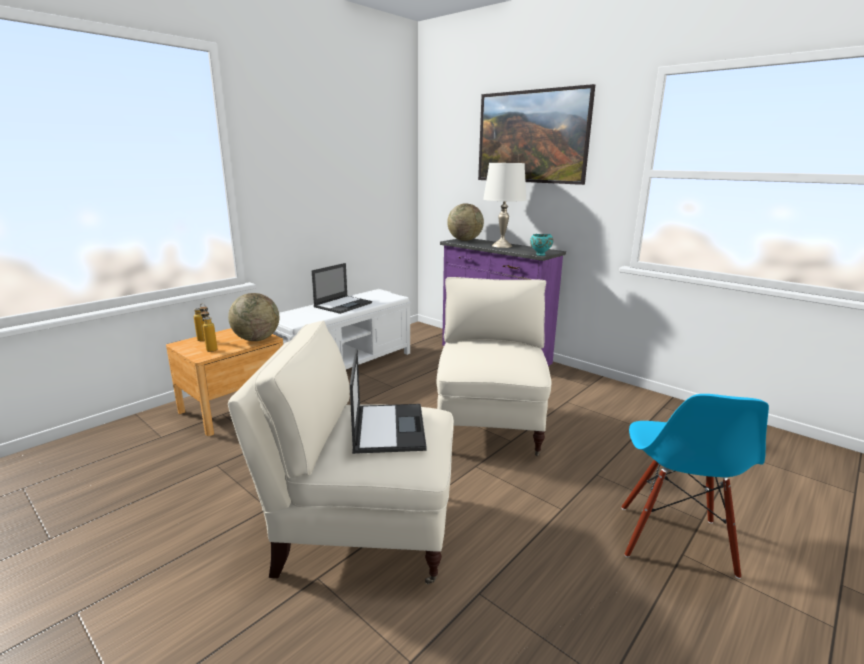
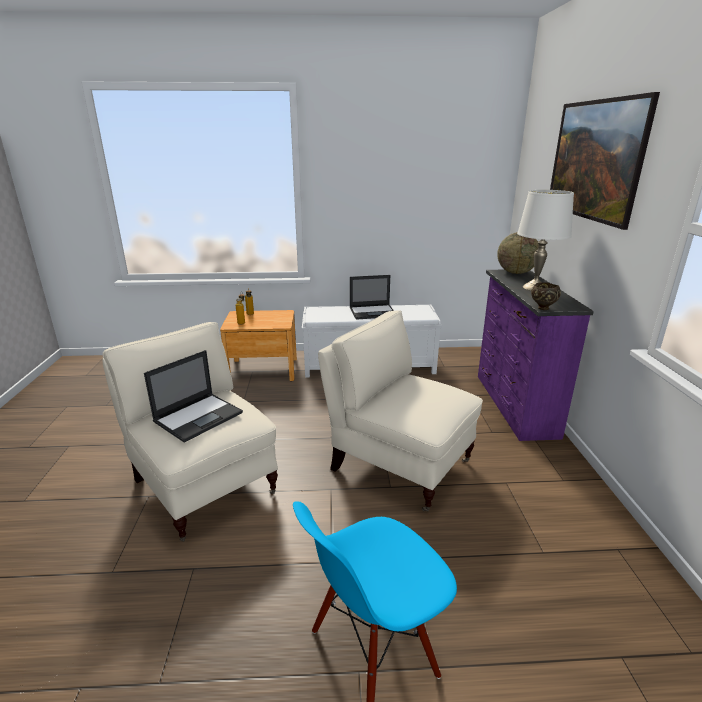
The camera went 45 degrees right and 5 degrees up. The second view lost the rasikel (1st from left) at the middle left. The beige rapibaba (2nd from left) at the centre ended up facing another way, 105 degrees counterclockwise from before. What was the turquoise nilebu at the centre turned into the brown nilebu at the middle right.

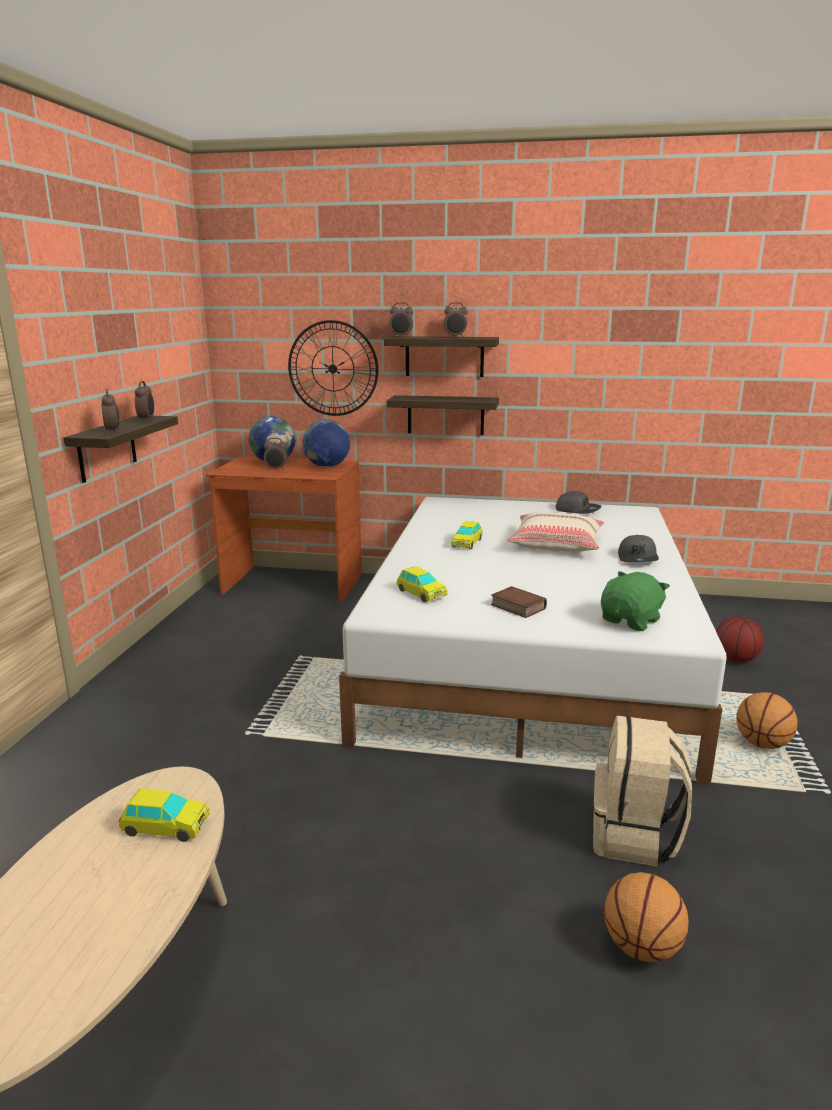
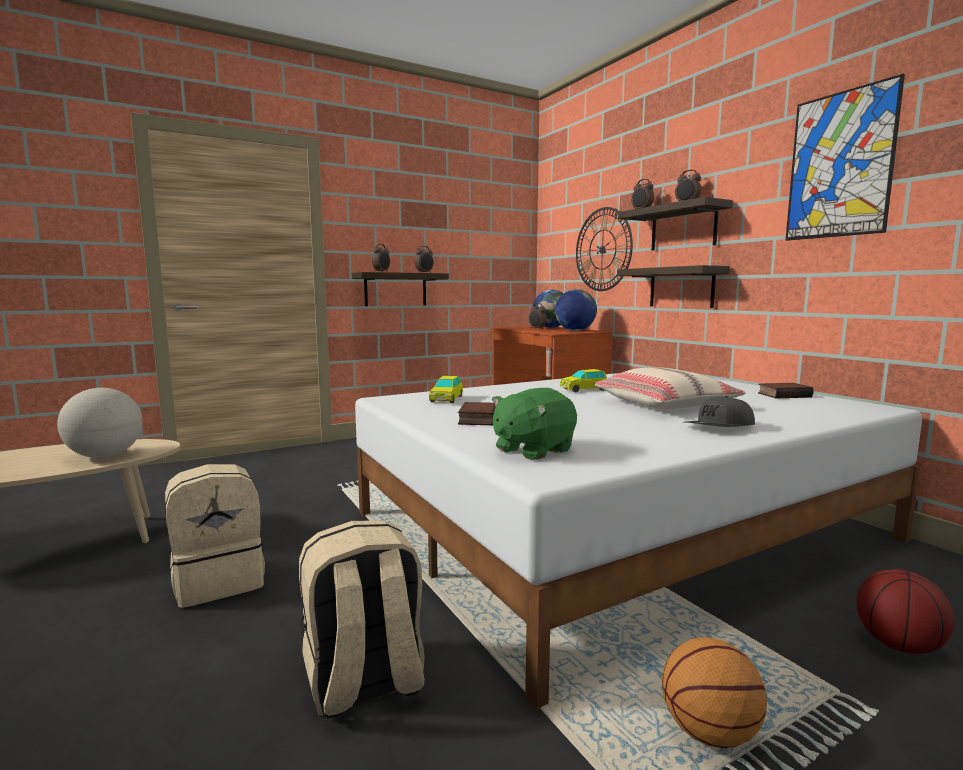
The camera went 50 degrees right and 10 degrees down. Where the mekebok (1st from left) stood at the bottom left, the rasikel (1st from left) came to stand at the middle left. Where the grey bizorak (1st from left) stood at the middle right, the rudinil (2nd from left) came to stand at the middle right. The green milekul at the middle right ended up facing another way, 135 degrees clockwise from before. The second view lost the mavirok (1st from left) at the bottom right. The second view gained the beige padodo (1st from left) at the bottom left. The second view gained the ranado at the top right.

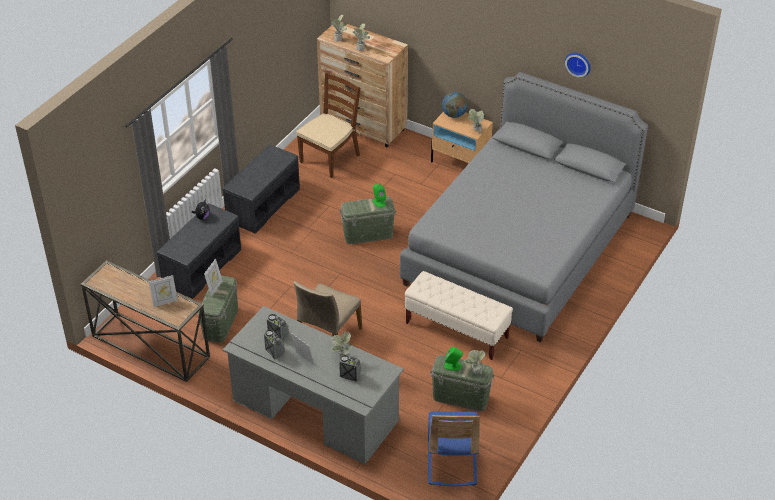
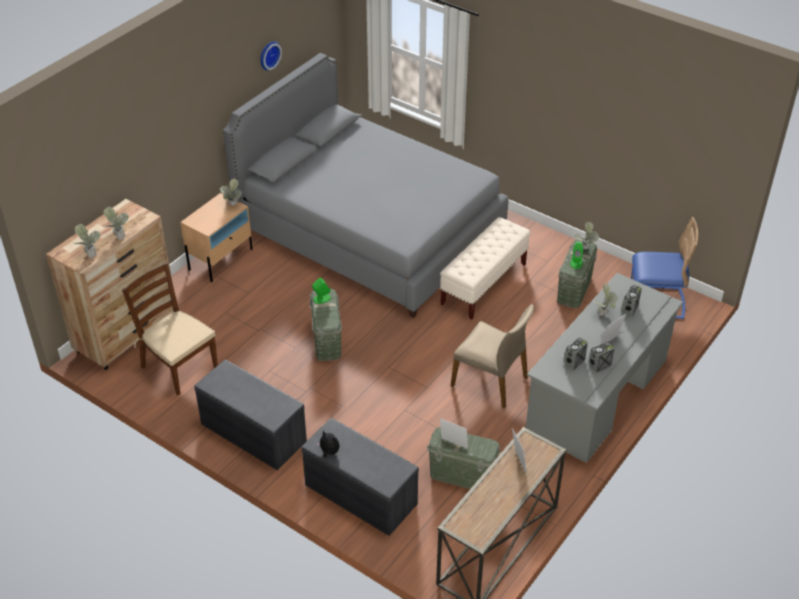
The camera went 85 degrees left and 0 degrees up. The second view lost the rasikel at the top centre.

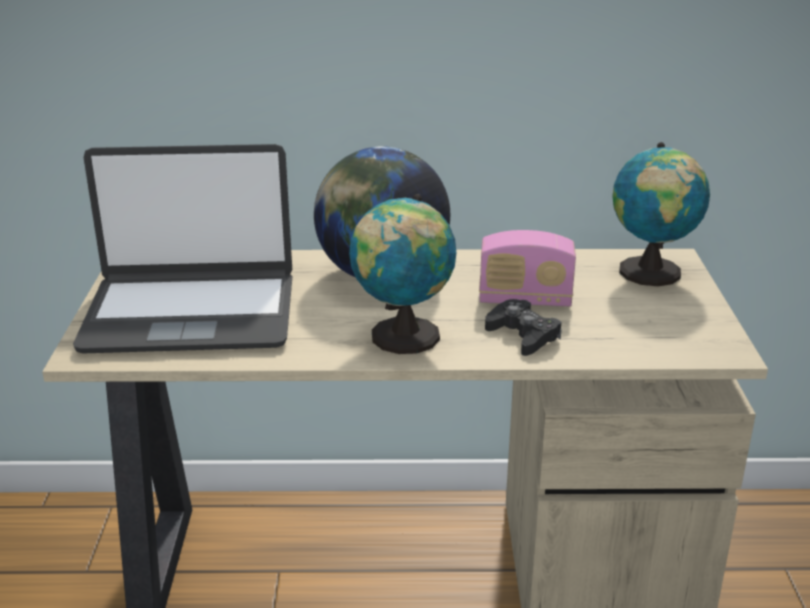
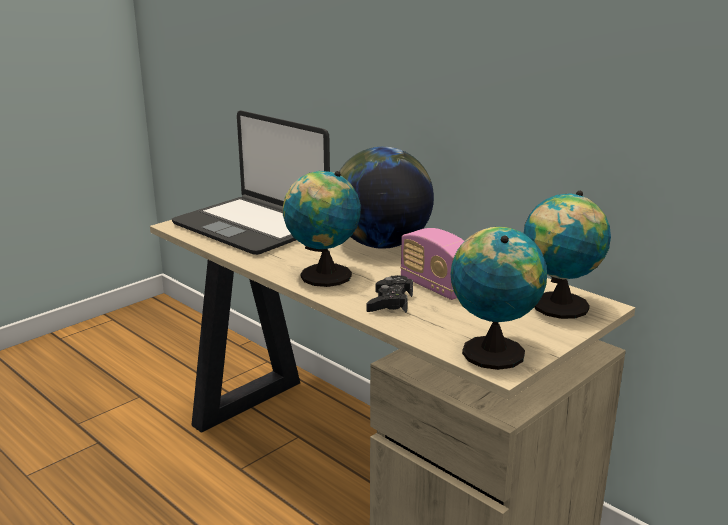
The camera went 45 degrees right and 5 degrees down. The second view gained the rasikel (3rd from left) at the middle right.

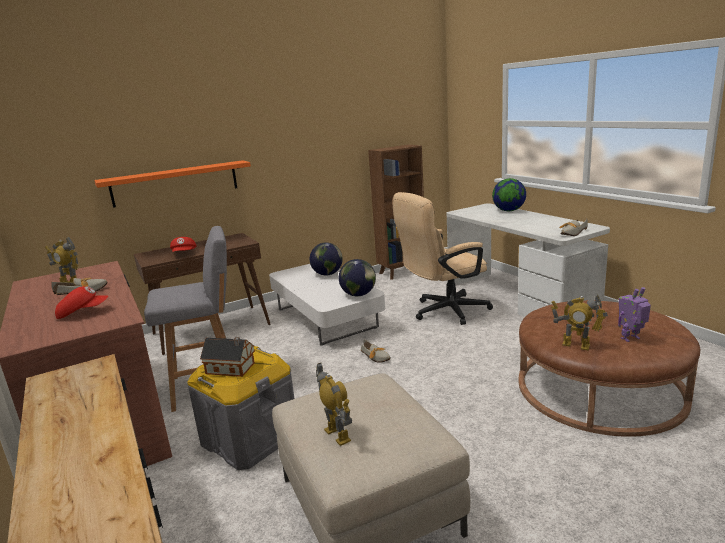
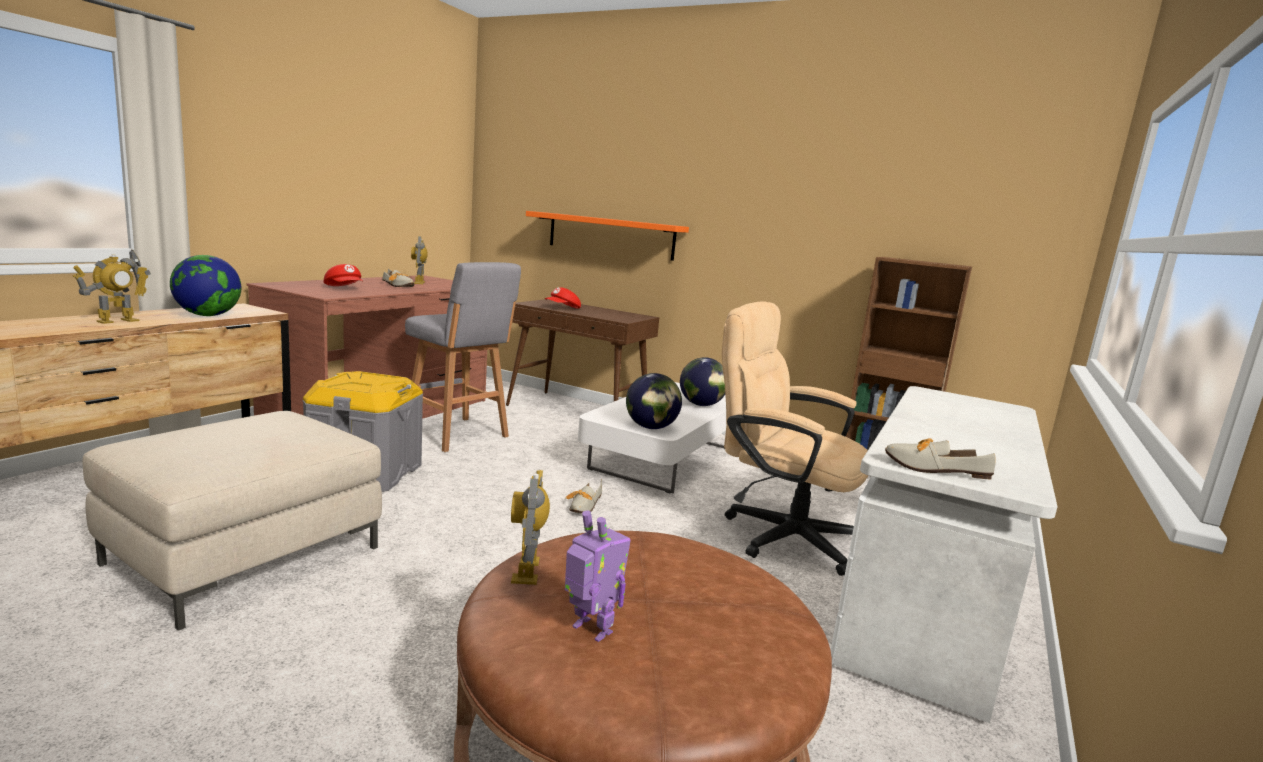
The camera went 55 degrees right and 5 degrees down. The second view lost the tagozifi at the middle left. The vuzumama (2nd from left in the first image) ended up elsewhere, having gone from the bottom centre to the middle left. The rasikel (3rd from left in the first image) ended up elsewhere, having gone from the middle right to the middle left.

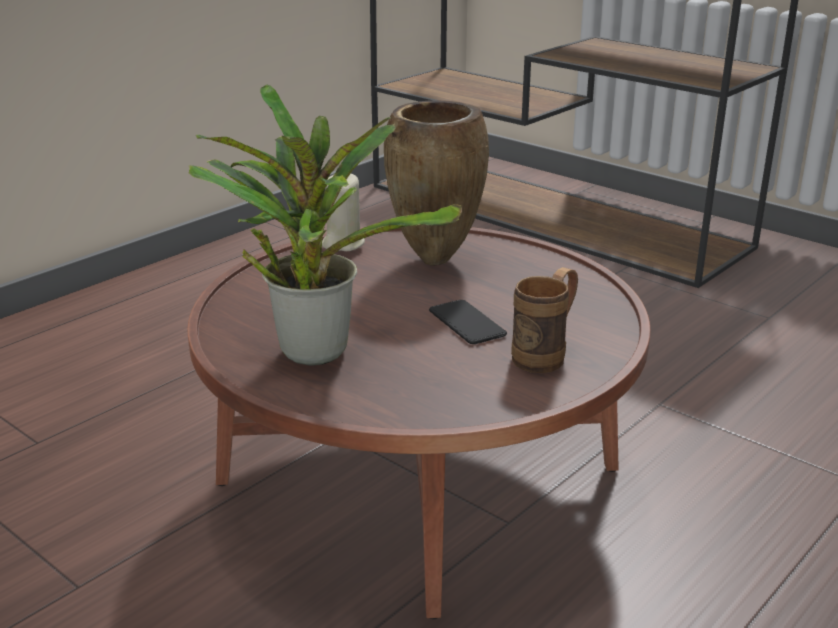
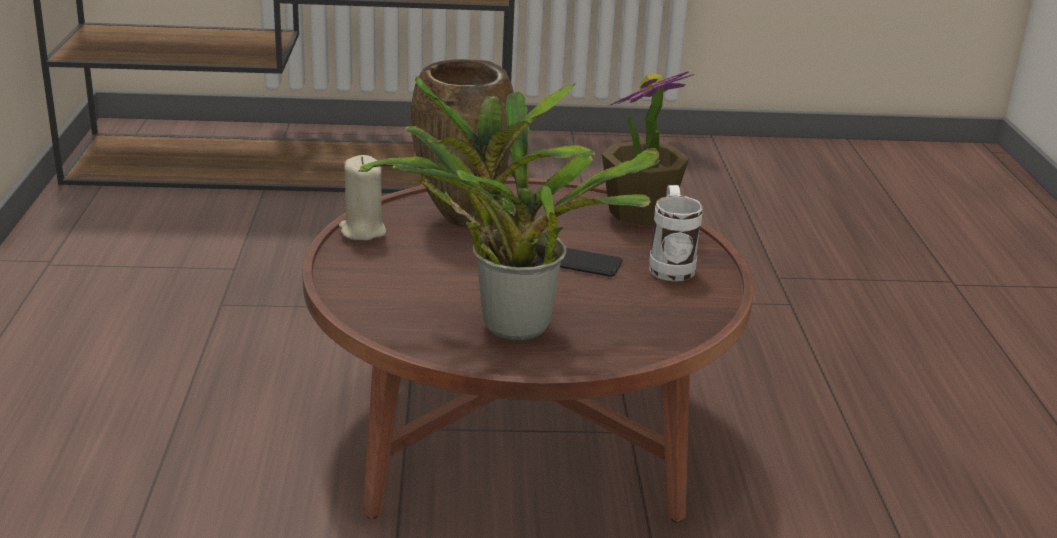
The camera went 45 degrees left and 0 degrees up. What was the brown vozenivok at the centre turned into the white vozenivok at the centre. The second view gained the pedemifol (2nd from left) at the top centre.

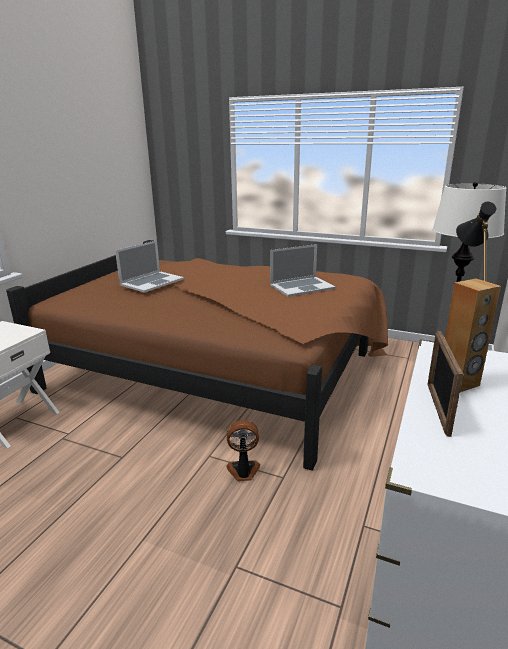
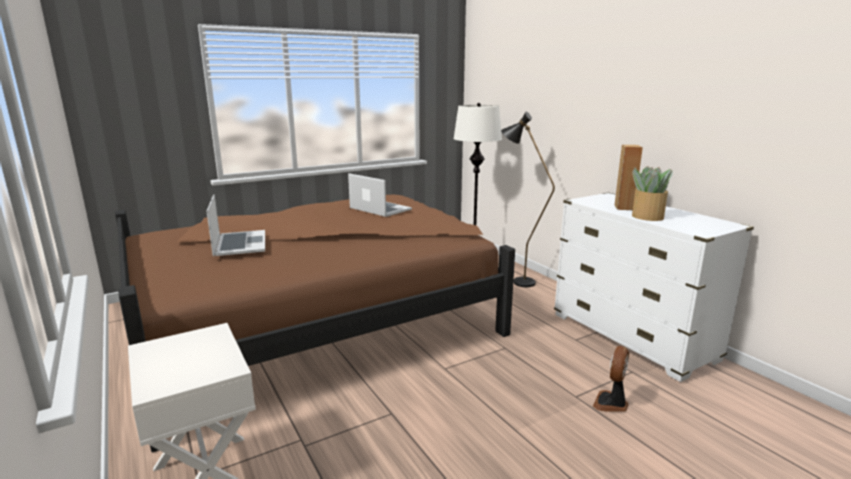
The camera went 55 degrees left and 5 degrees down. The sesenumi ended up elsewhere, having gone from the bottom centre to the bottom right. The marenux (2nd from left) at the centre ended up facing another way, 60 degrees counterclockwise from before. Where the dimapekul stood at the middle right, the pedemifol came to stand at the middle right.

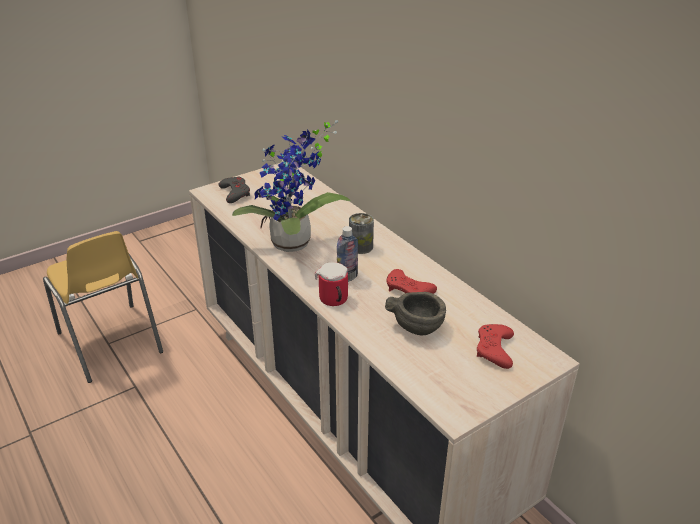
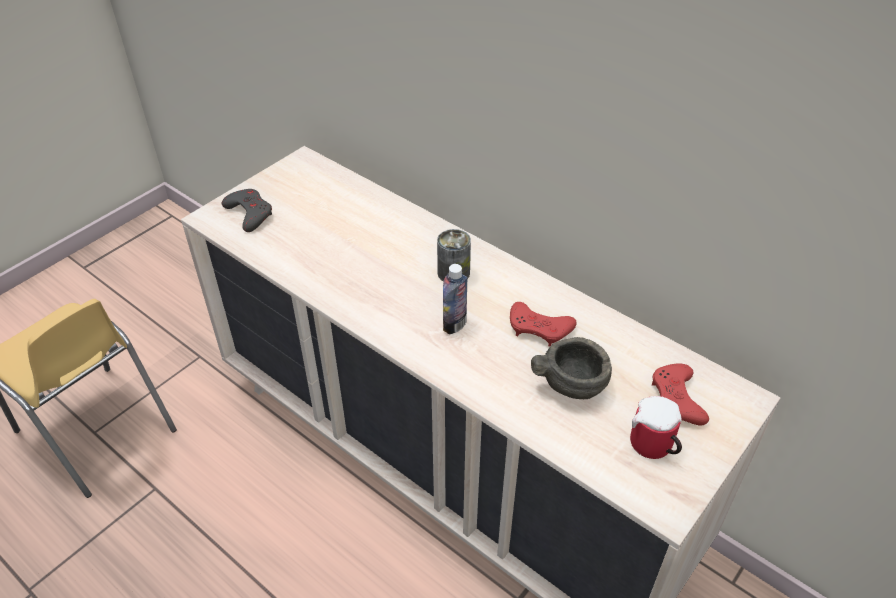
The camera went 15 degrees left and 10 degrees up. The second view lost the pedemifol at the centre. The vozenivok ended up elsewhere, having gone from the centre to the bottom right.

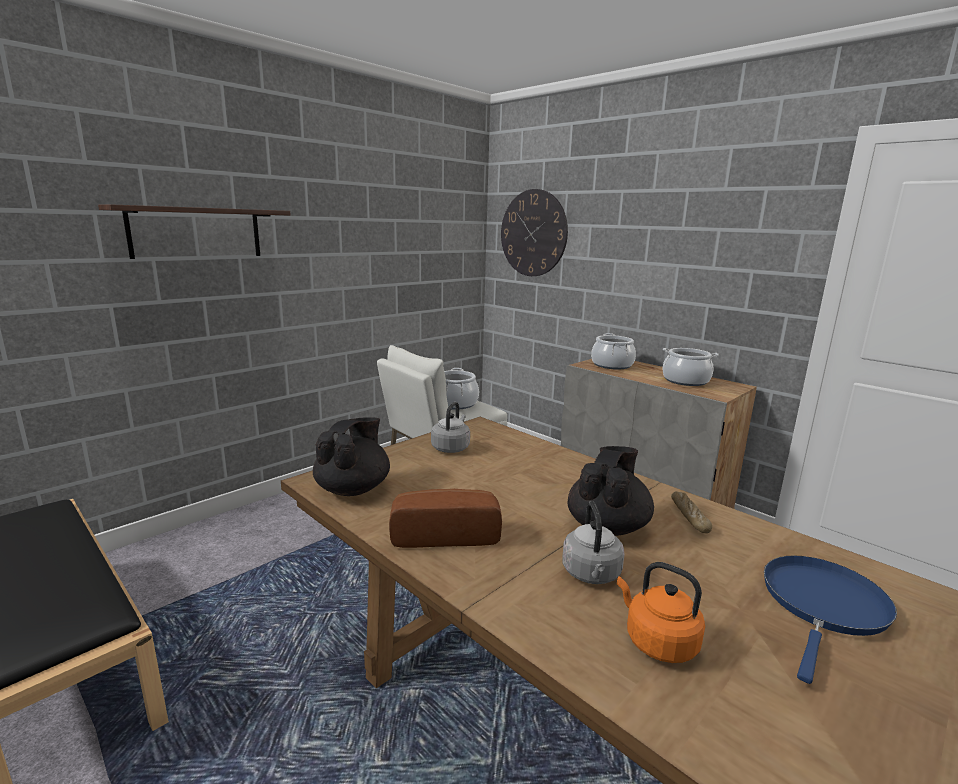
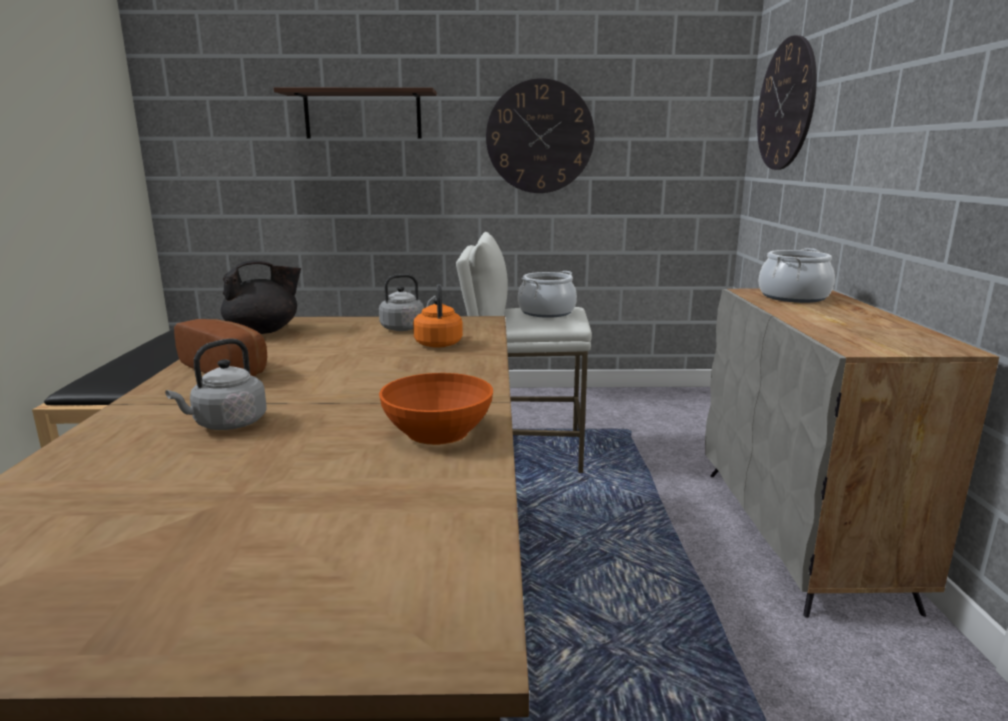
The camera went 45 degrees right and 0 degrees up. The second view lost the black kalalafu (2nd from left) at the centre. The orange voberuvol ended up elsewhere, having gone from the bottom right to the centre. The second view lost the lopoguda (3rd from left) at the middle right. Where the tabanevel (2nd from left) stood at the middle right, the orange nilebu came to stand at the centre. The second view lost the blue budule at the bottom right. The second view gained the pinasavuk (1st from left) at the top centre.

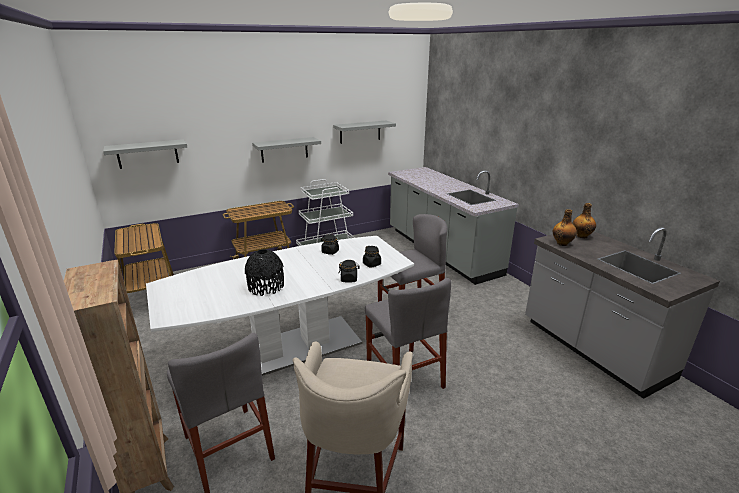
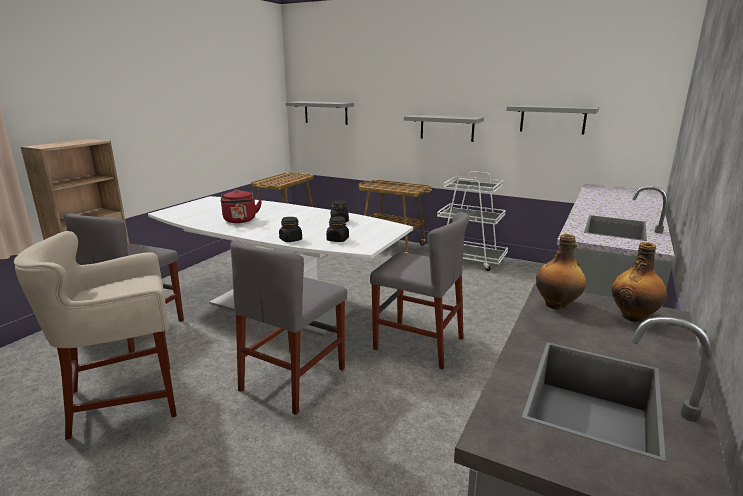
The camera went 55 degrees right and 5 degrees down. Where the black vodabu stood at the centre, the red voberuvol came to stand at the middle left.

